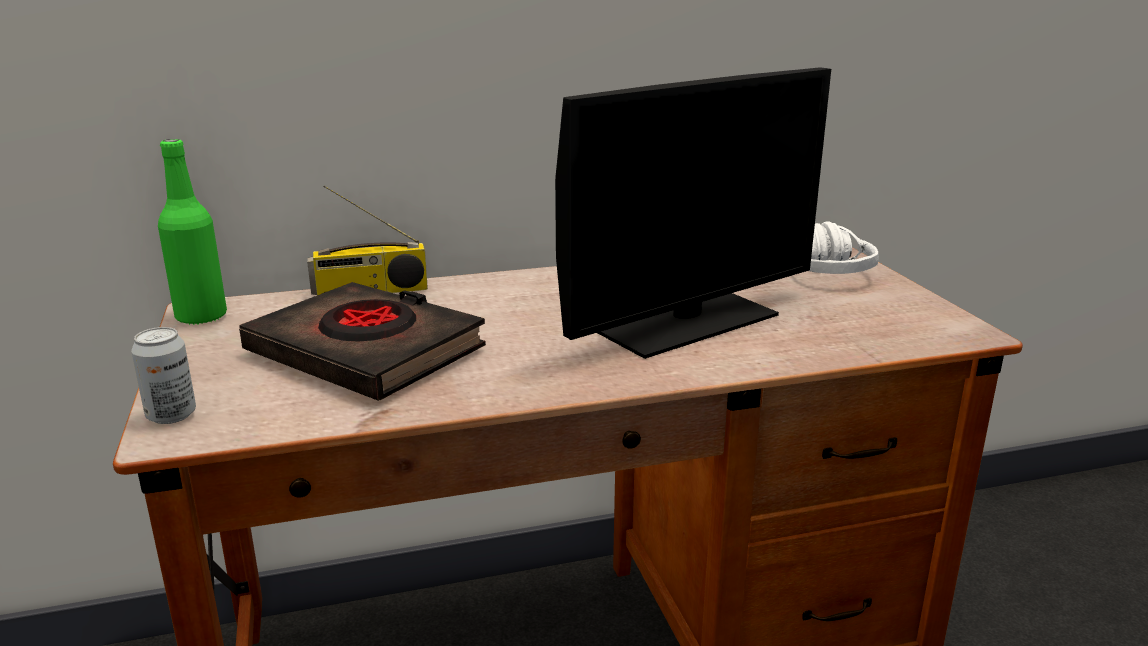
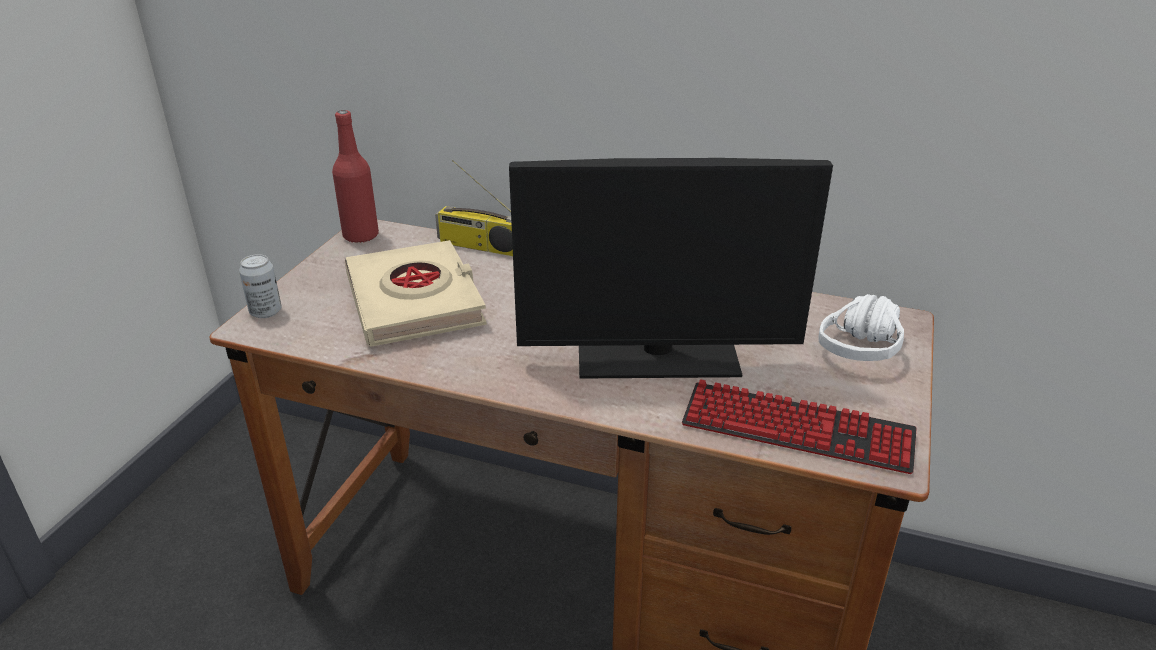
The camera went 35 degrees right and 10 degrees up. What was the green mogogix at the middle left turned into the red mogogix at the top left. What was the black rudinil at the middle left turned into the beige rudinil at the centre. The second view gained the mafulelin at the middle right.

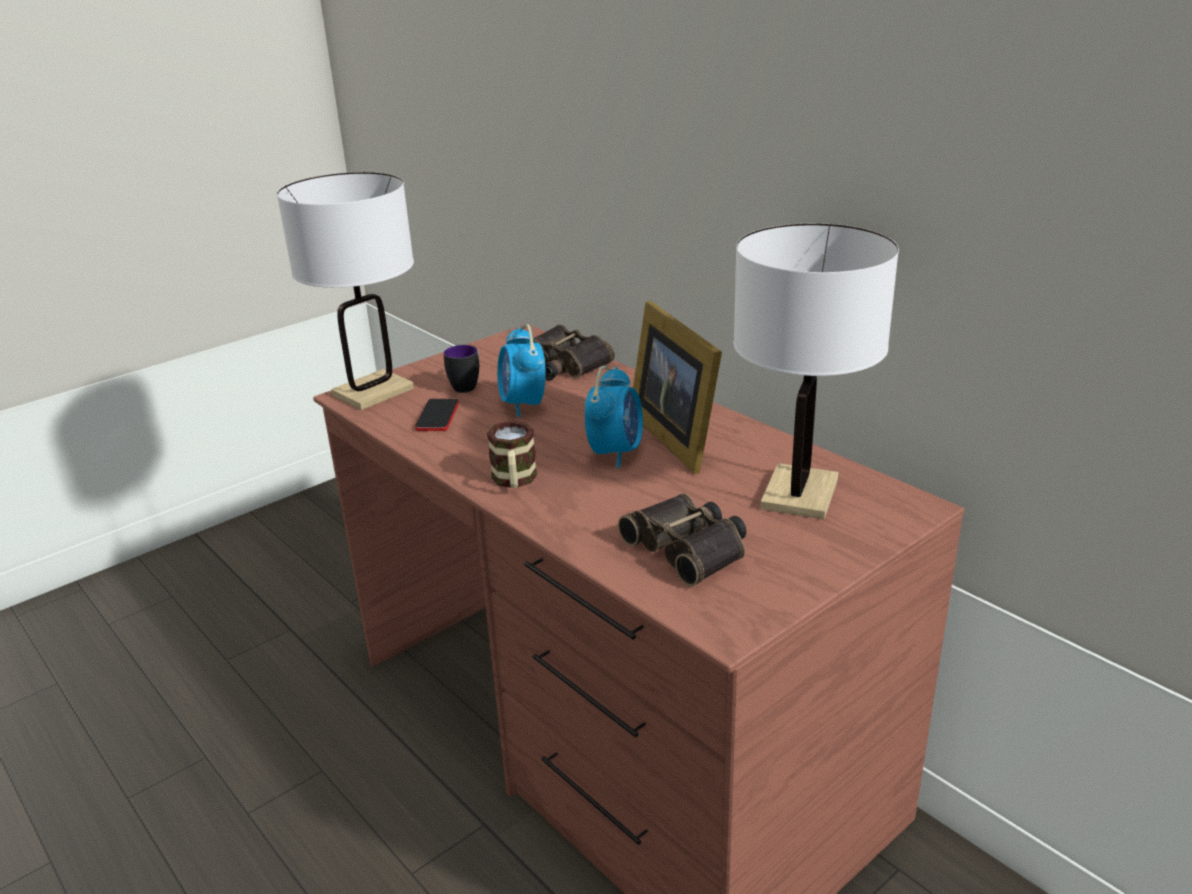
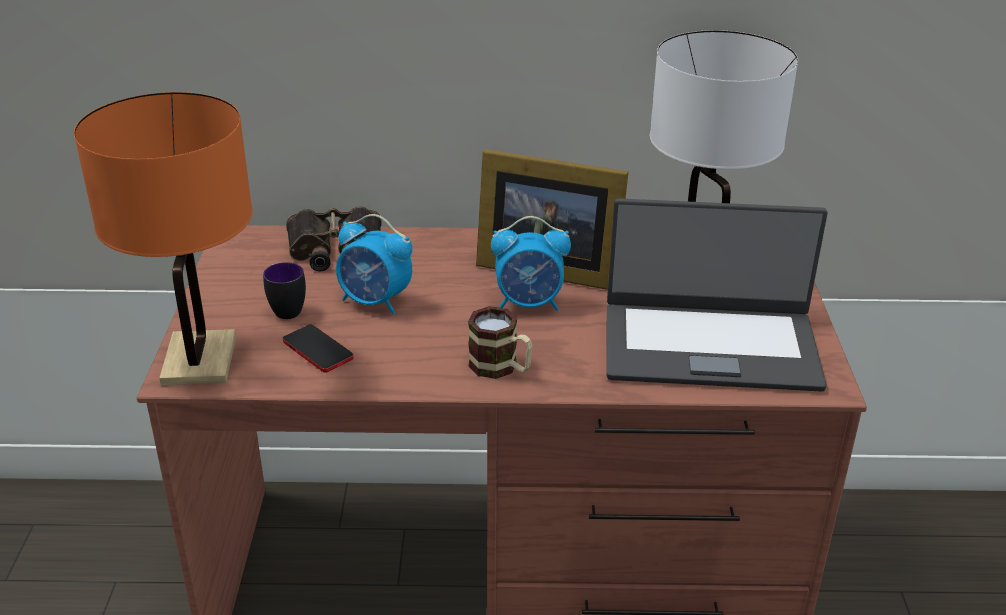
The camera went 50 degrees left and 5 degrees up. What was the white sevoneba (1st from left) at the top left turned into the orange sevoneba at the middle left. The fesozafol (2nd from left) at the centre ended up facing another way, 120 degrees clockwise from before. Where the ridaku (2nd from left) stood at the centre, the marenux came to stand at the middle right.

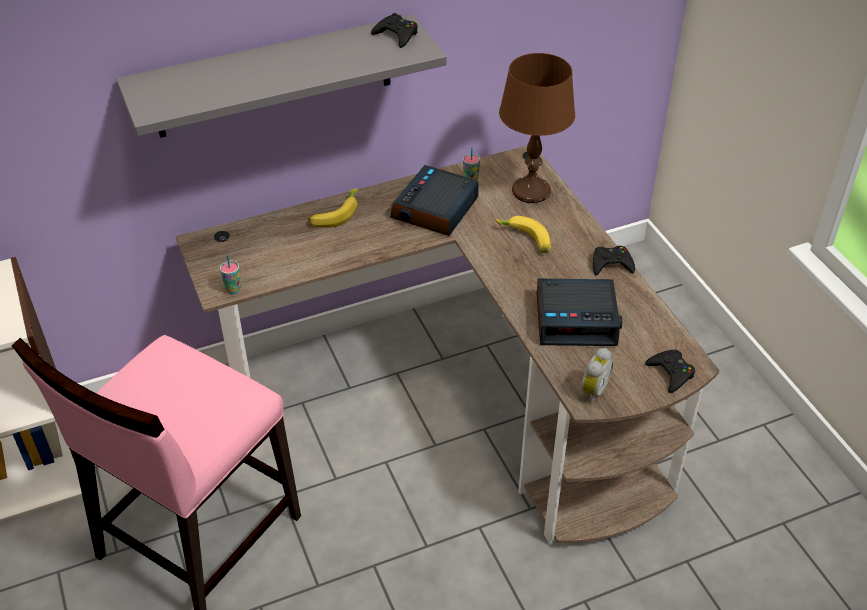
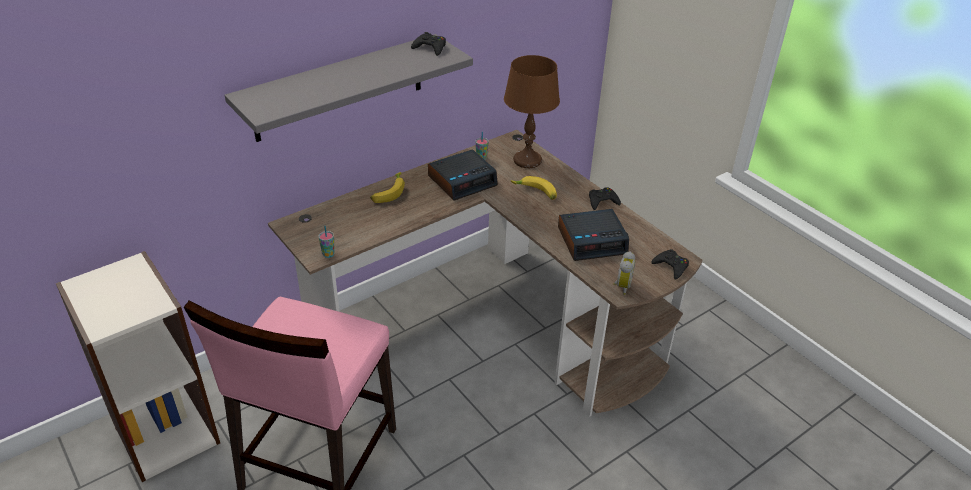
The camera went 15 degrees left and 5 degrees down. The fesozafol (1st from left) at the top centre ended up facing another way, 135 degrees counterclockwise from before.

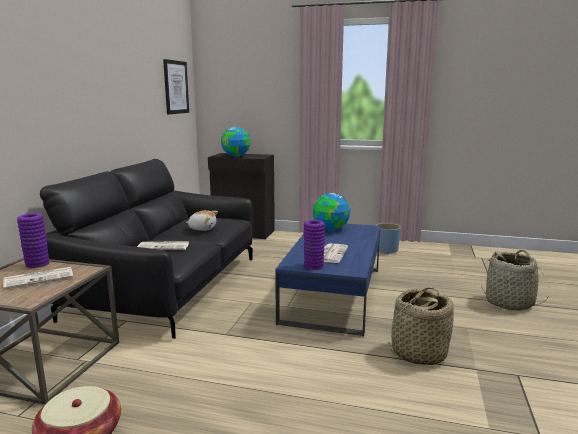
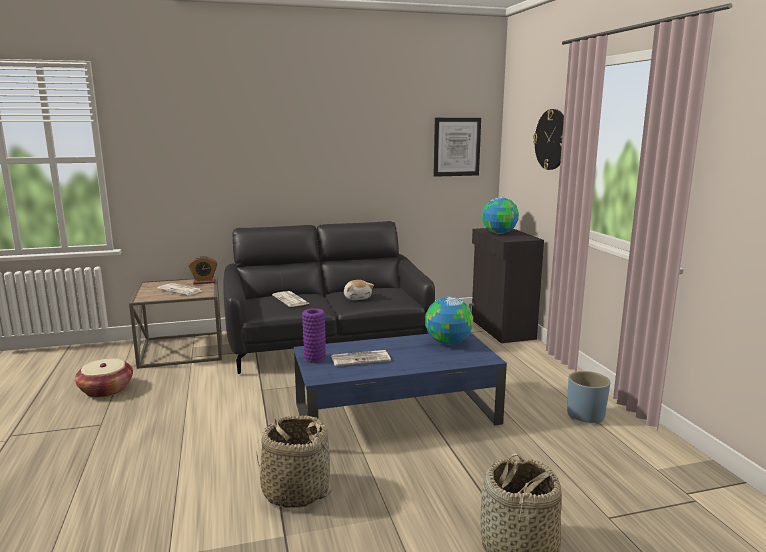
The camera went 60 degrees right and 0 degrees up. Where the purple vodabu (1st from left) stood at the middle left, the fesozafol came to stand at the middle left. The second view gained the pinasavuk at the top right.

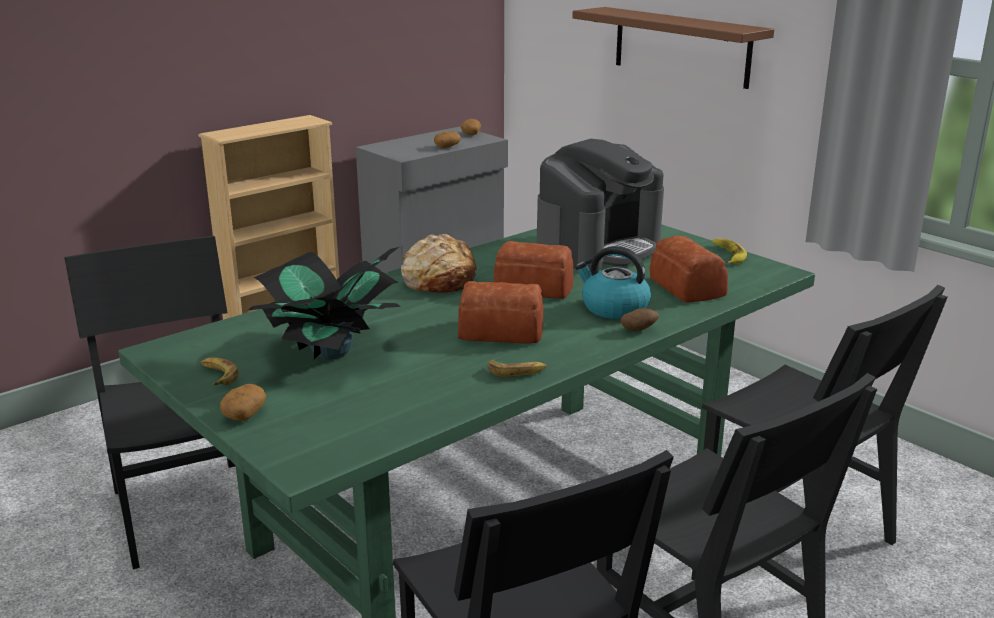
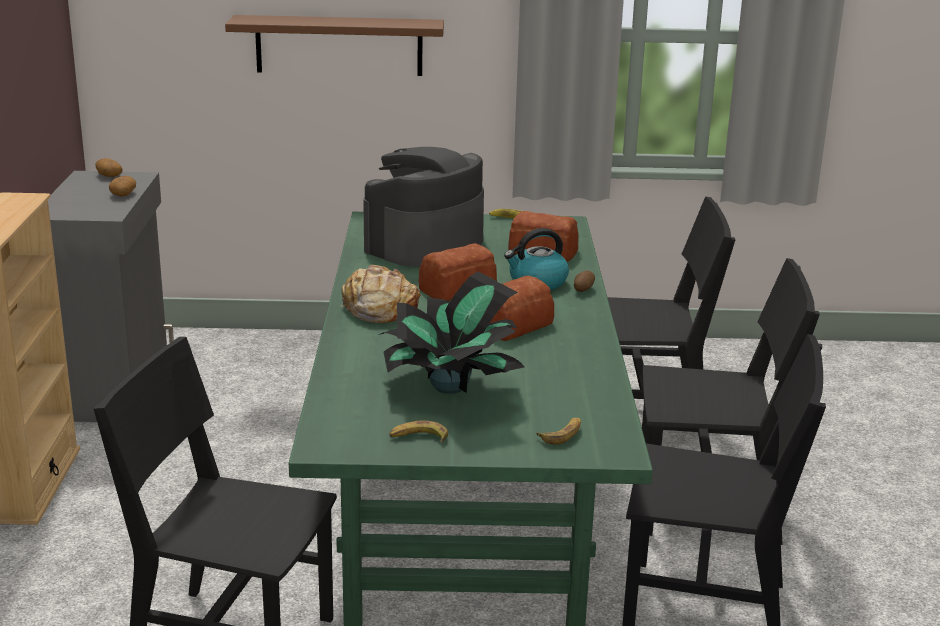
The camera went 50 degrees left and 0 degrees up. The second view lost the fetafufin (1st from left) at the middle left. The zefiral (2nd from left in the first image) ended up elsewhere, having gone from the centre to the bottom centre. The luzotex at the top centre ended up facing another way, 135 degrees counterclockwise from before.

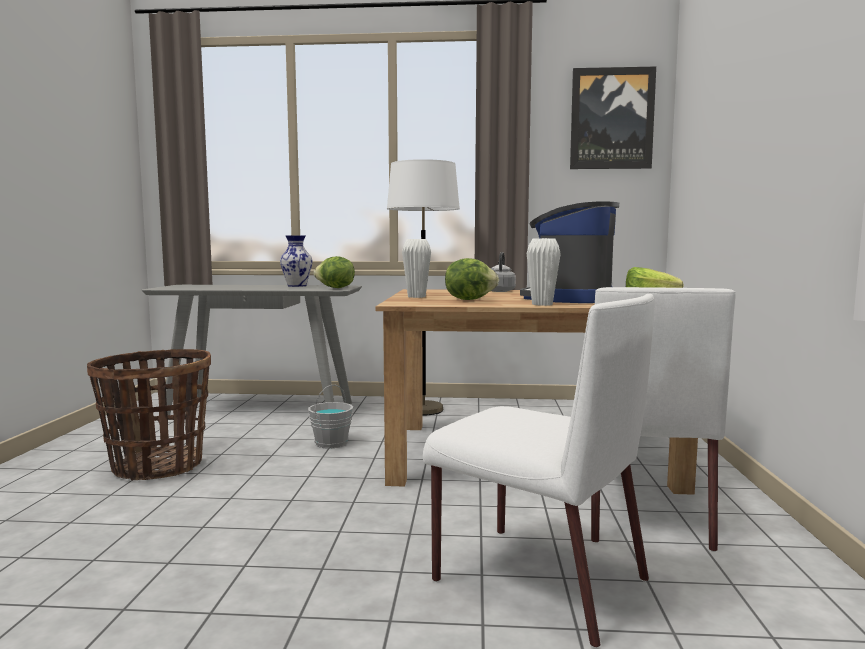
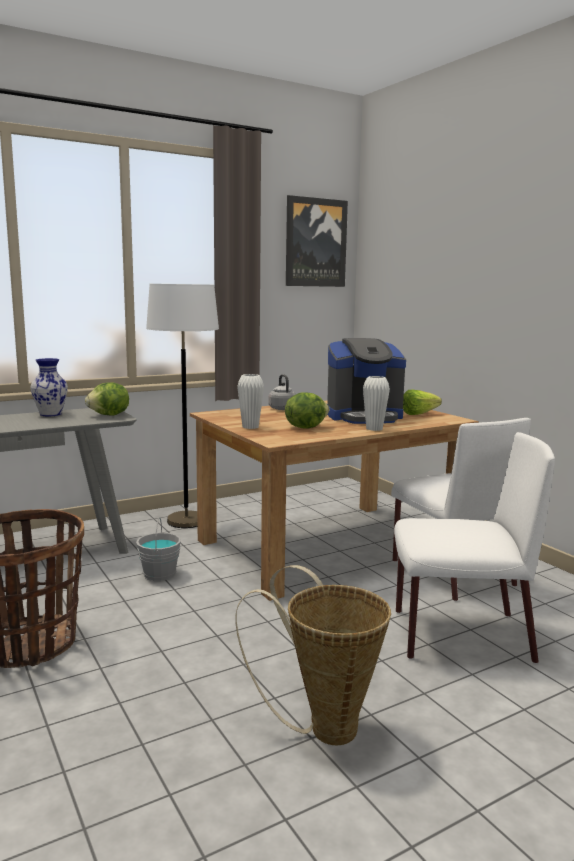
The camera went 35 degrees left and 5 degrees up. The luzotex at the centre ended up facing another way, 90 degrees counterclockwise from before. The second view gained the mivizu (2nd from left) at the bottom centre.

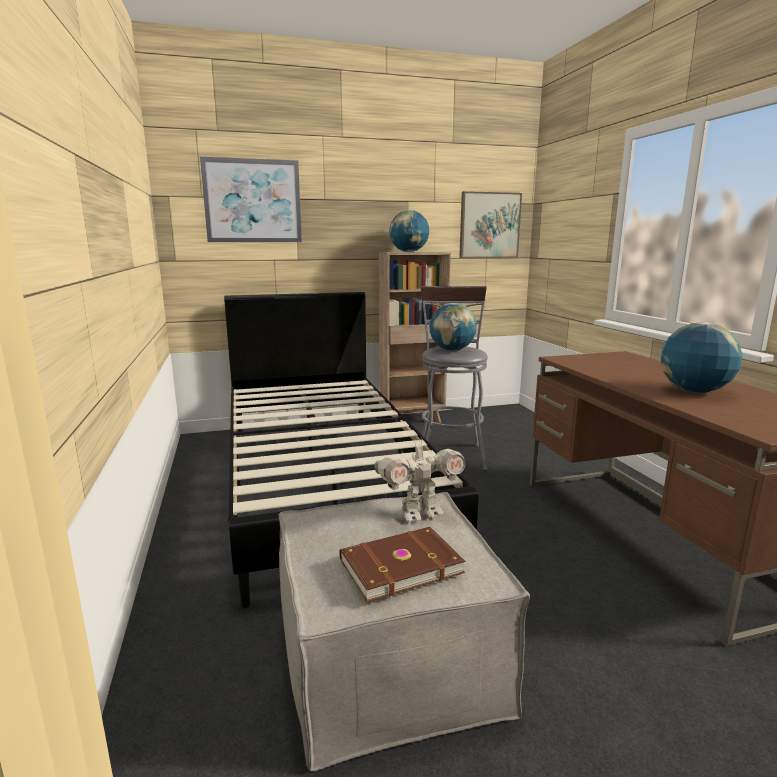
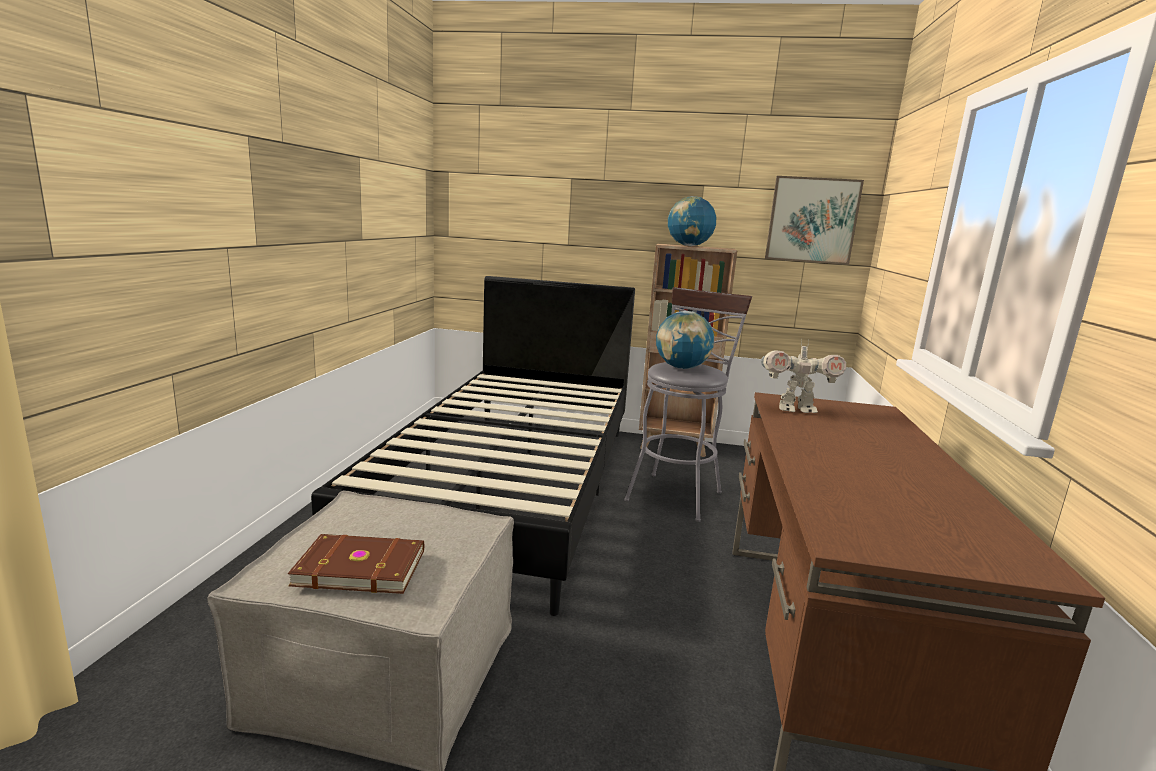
The camera went 25 degrees right and 0 degrees up. The second view lost the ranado (1st from left) at the top left. The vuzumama ended up elsewhere, having gone from the centre to the middle right. The second view lost the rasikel (3rd from left) at the middle right.

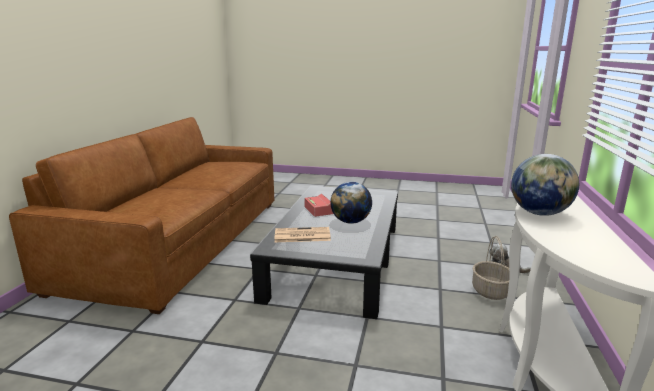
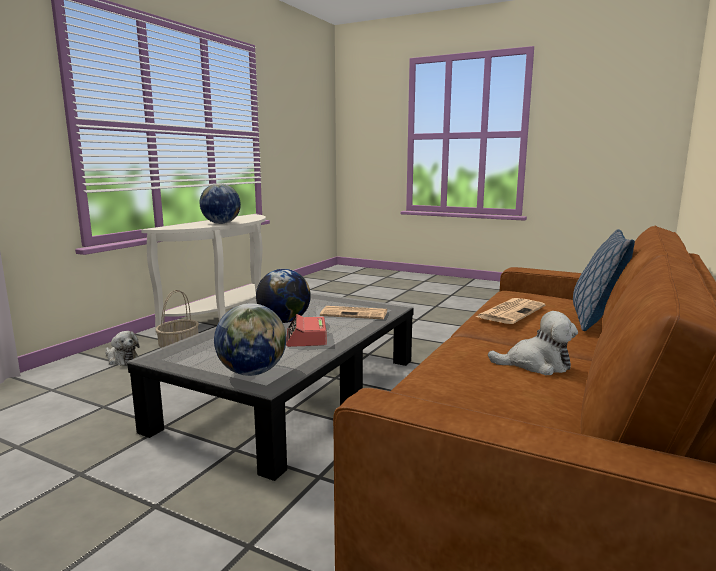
The camera went 165 degrees left and 5 degrees down. The second view gained the rasikel (2nd from left) at the centre. The second view gained the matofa (2nd from left) at the middle right. The second view gained the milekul (2nd from left) at the middle right. The second view gained the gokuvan at the middle right.

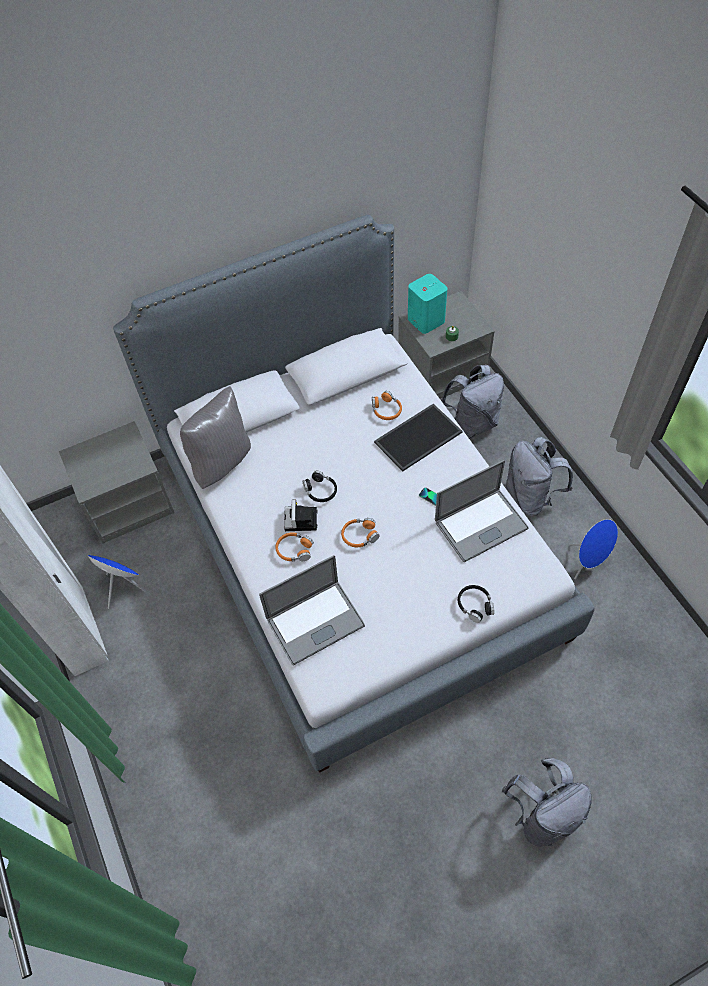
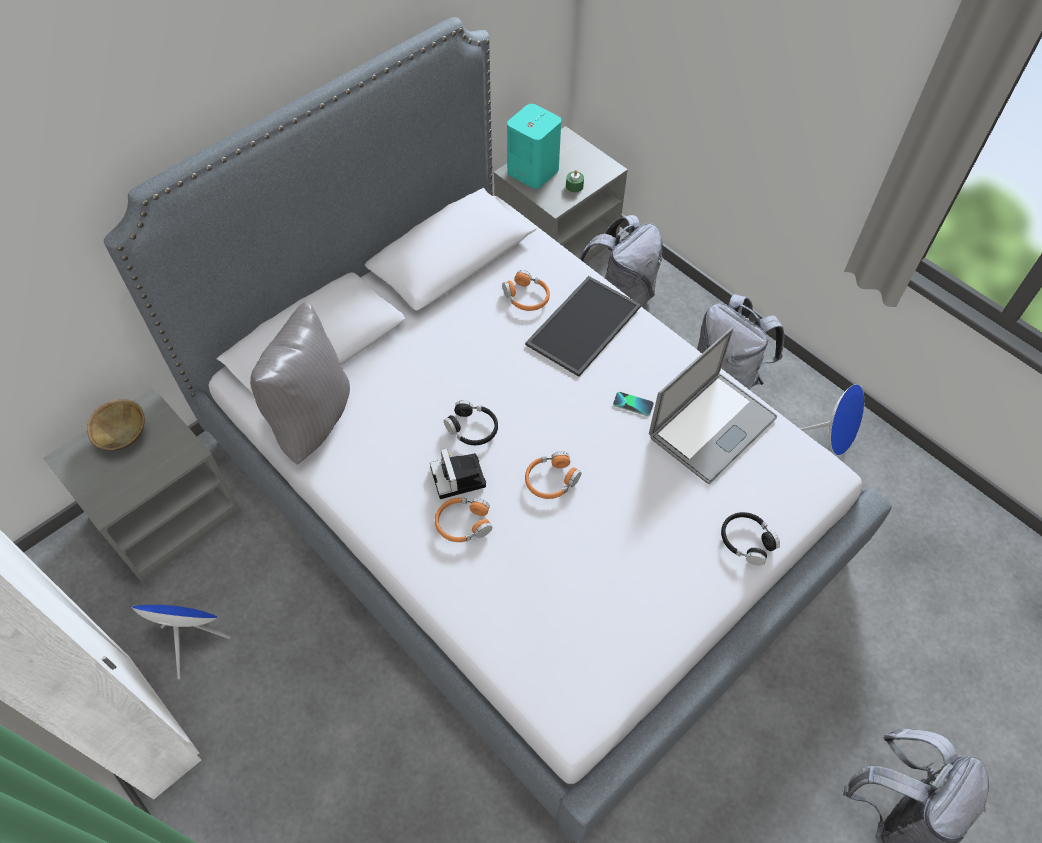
The camera went 20 degrees left and 0 degrees up. The second view lost the marenux (1st from left) at the centre. The second view gained the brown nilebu at the middle left.

